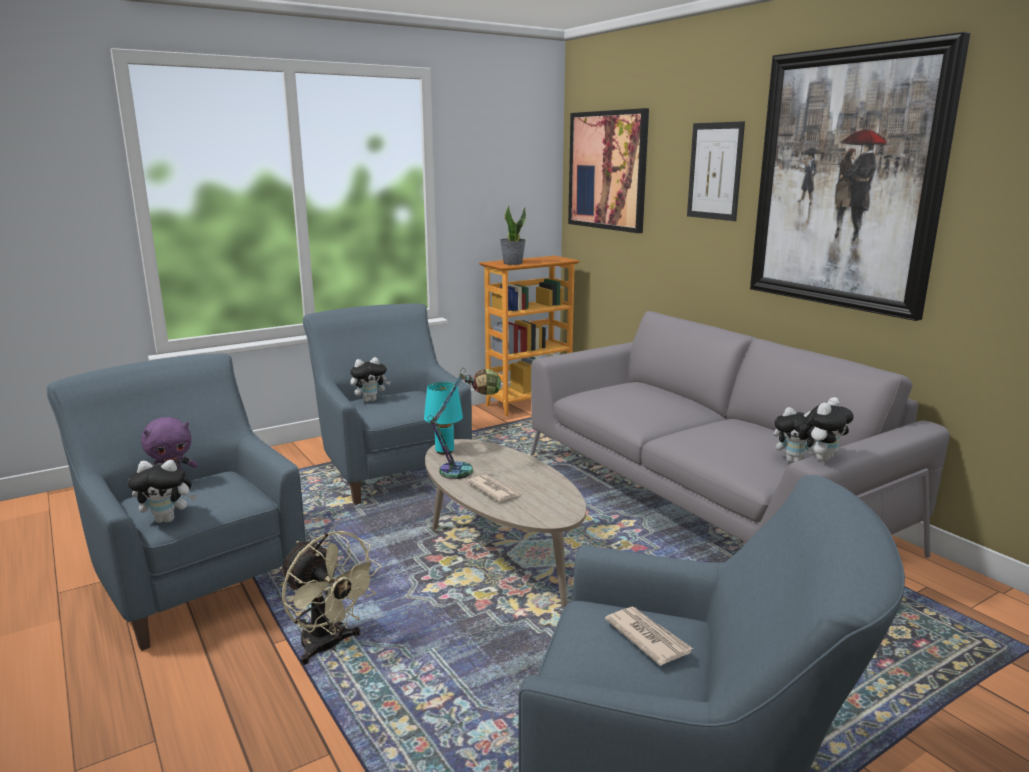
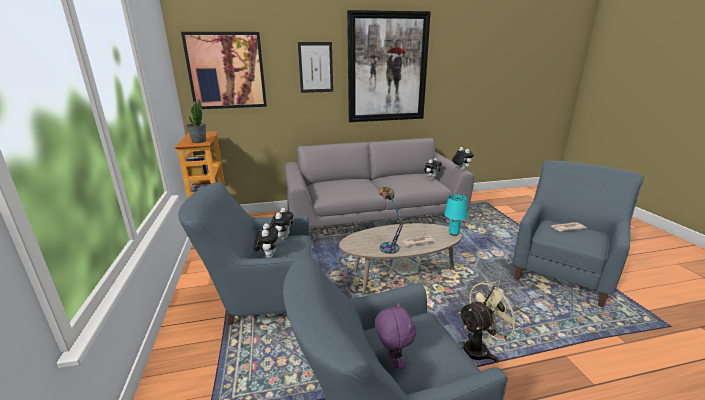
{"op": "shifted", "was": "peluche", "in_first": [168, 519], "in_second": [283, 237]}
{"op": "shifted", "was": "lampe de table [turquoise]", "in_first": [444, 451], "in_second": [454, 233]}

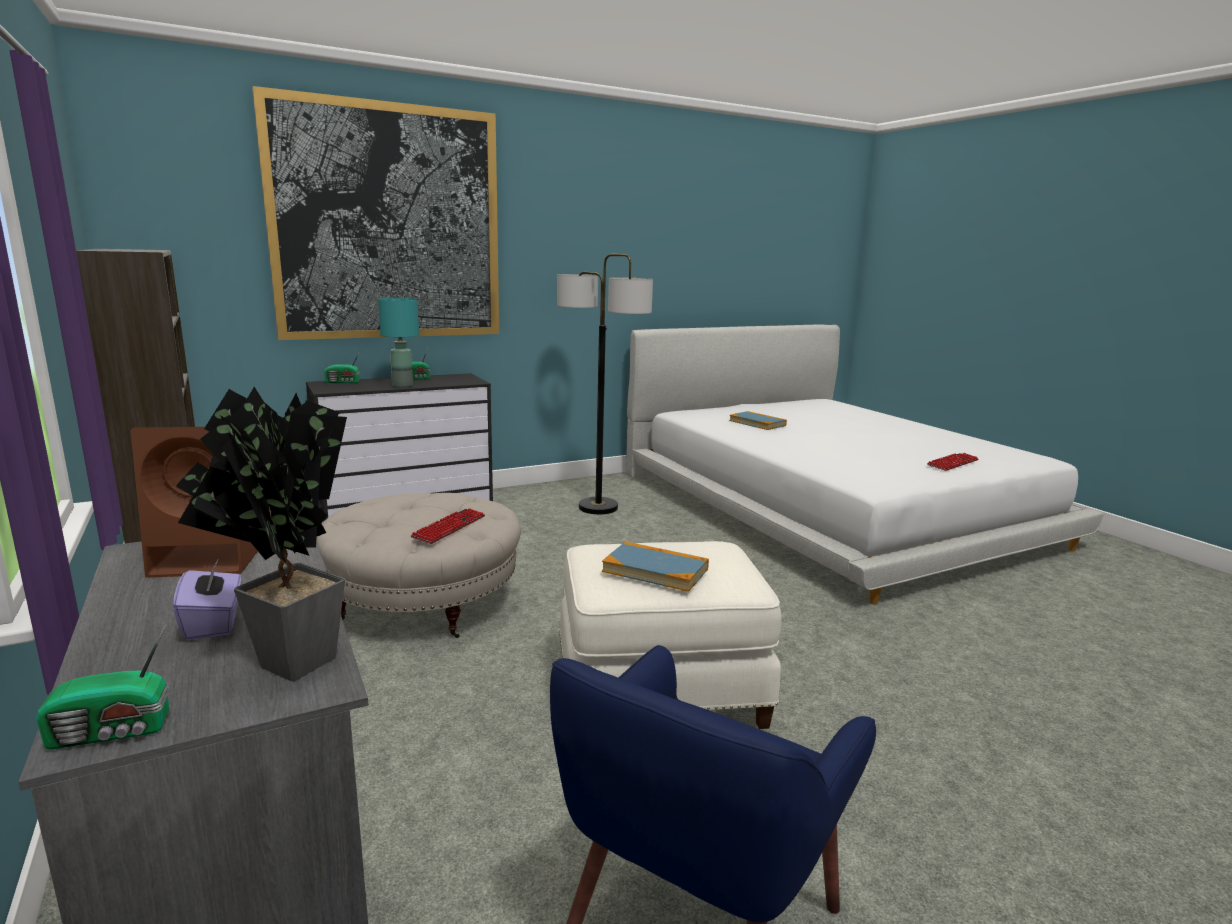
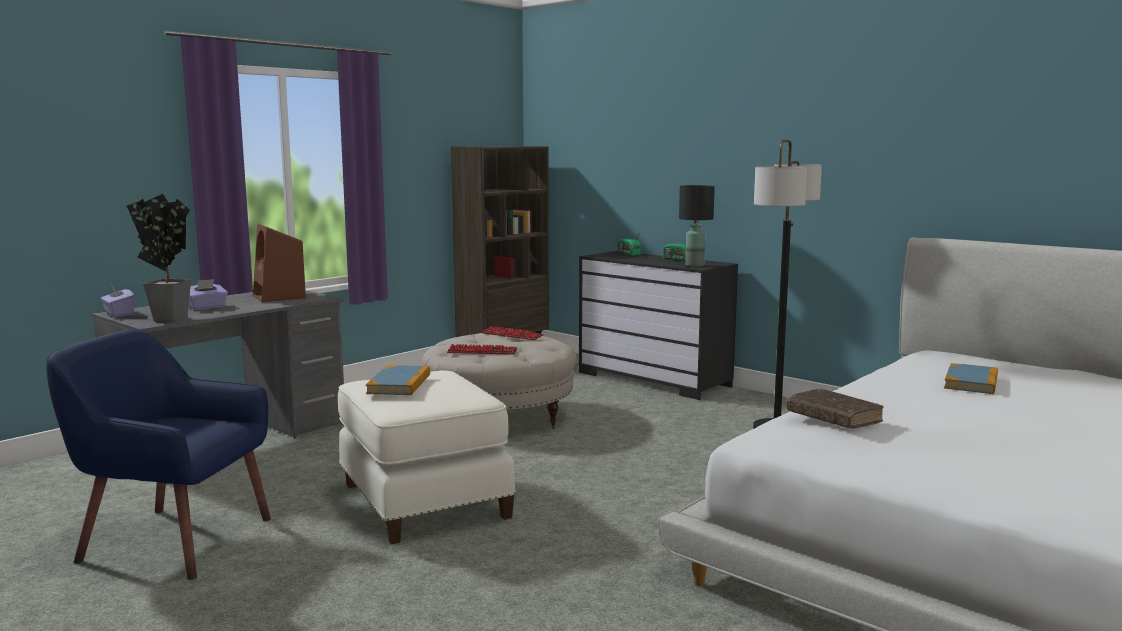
{"op": "swapped", "was": "radio", "now": "boîte à mouchoirs [violet]", "in_first": [113, 732], "in_second": [119, 313]}
{"op": "shifted", "was": "clavier", "in_first": [953, 463], "in_second": [512, 335]}
{"op": "new", "now": "lampe de table [noir]", "in_second": [695, 265]}
{"op": "new", "now": "livre [marron]", "in_second": [833, 418]}
{"op": "gone", "was": "tableau", "in_first": [387, 224]}
{"op": "gone", "was": "lampe de table [turquoise]", "in_first": [402, 386]}

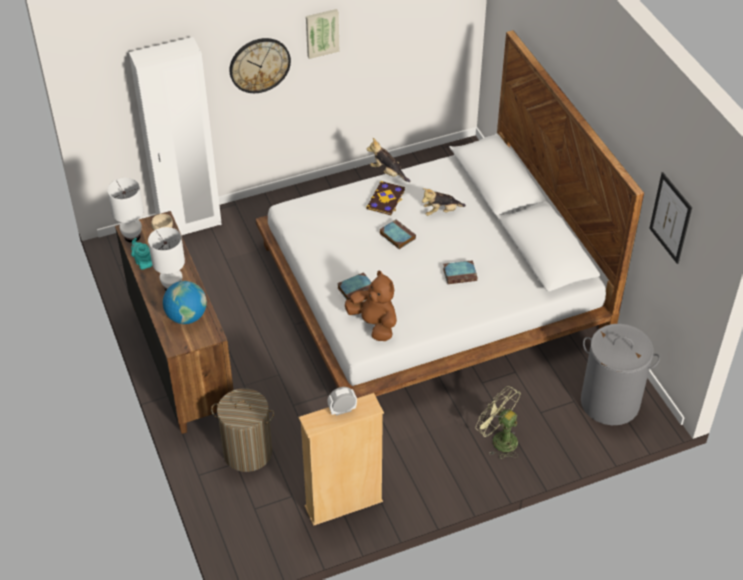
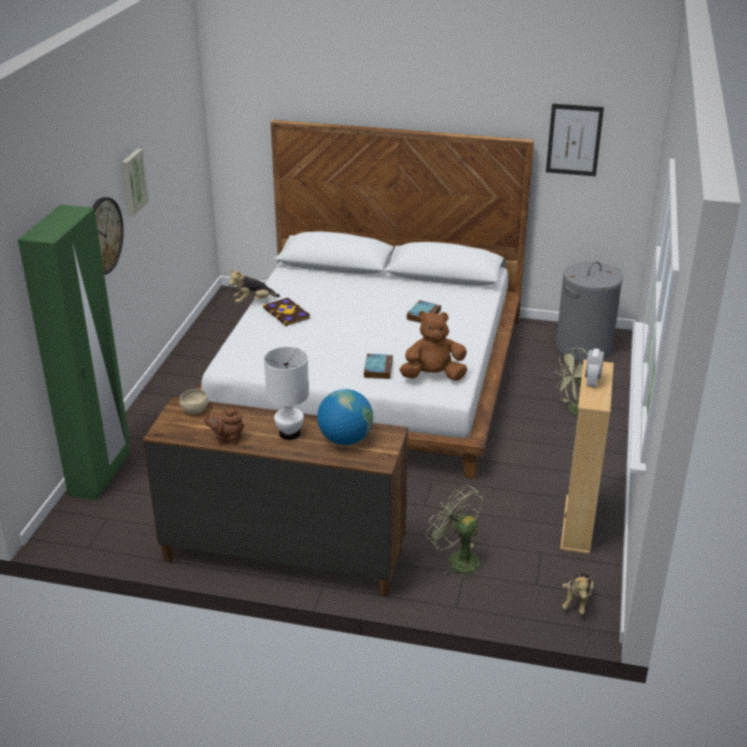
{"op": "repainted", "was": "armoire [blanc]", "now": "armoire [vert]", "in_first": [189, 225], "in_second": [100, 474]}
{"op": "repainted", "was": "théière [turquoise]", "now": "théière [marron]", "in_first": [143, 262], "in_second": [227, 439]}
{"op": "swapped", "was": "panier à linge", "now": "ventilateur [vert]", "in_first": [247, 452], "in_second": [457, 559]}
{"op": "shifted", "was": "peluche", "in_first": [441, 212], "in_second": [577, 601]}
{"op": "gone", "was": "lampe de table [blanc]", "in_first": [132, 237]}
{"op": "gone", "was": "livre", "in_first": [396, 236]}

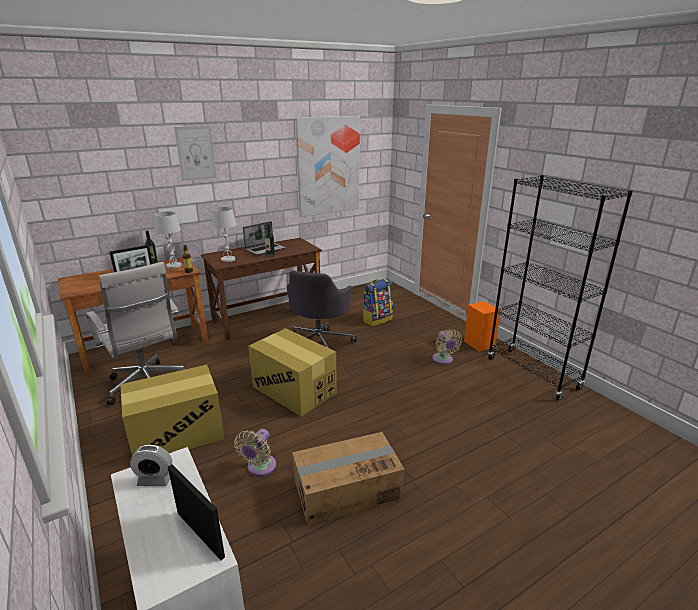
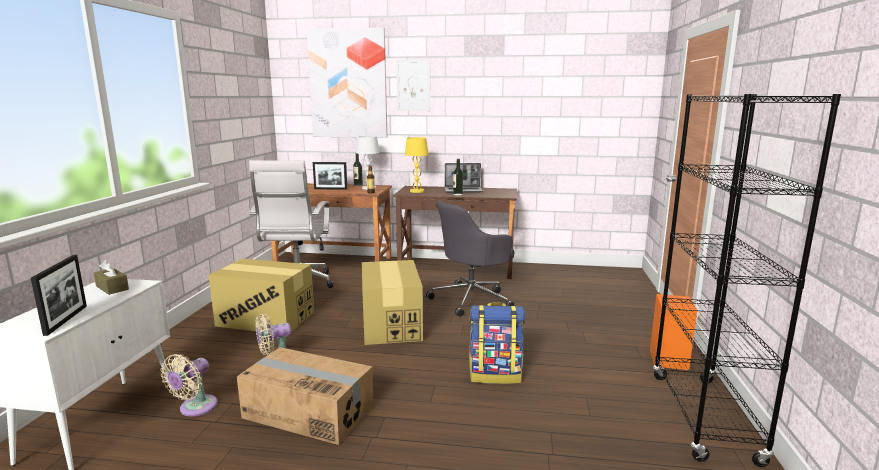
{"op": "swapped", "was": "réveil", "now": "boîte à mouchoirs [marron]", "in_first": [155, 480], "in_second": [112, 288]}
{"op": "shifted", "was": "ventilateur [beige]", "in_first": [443, 360], "in_second": [195, 408]}
{"op": "shifted", "was": "tableau", "in_first": [328, 166], "in_second": [348, 84]}
{"op": "repainted", "was": "lampe de table [blanc]", "now": "lampe de table [jaune]", "in_first": [228, 259], "in_second": [417, 191]}
{"op": "shifted", "was": "sac à dos", "in_first": [377, 319], "in_second": [495, 375]}

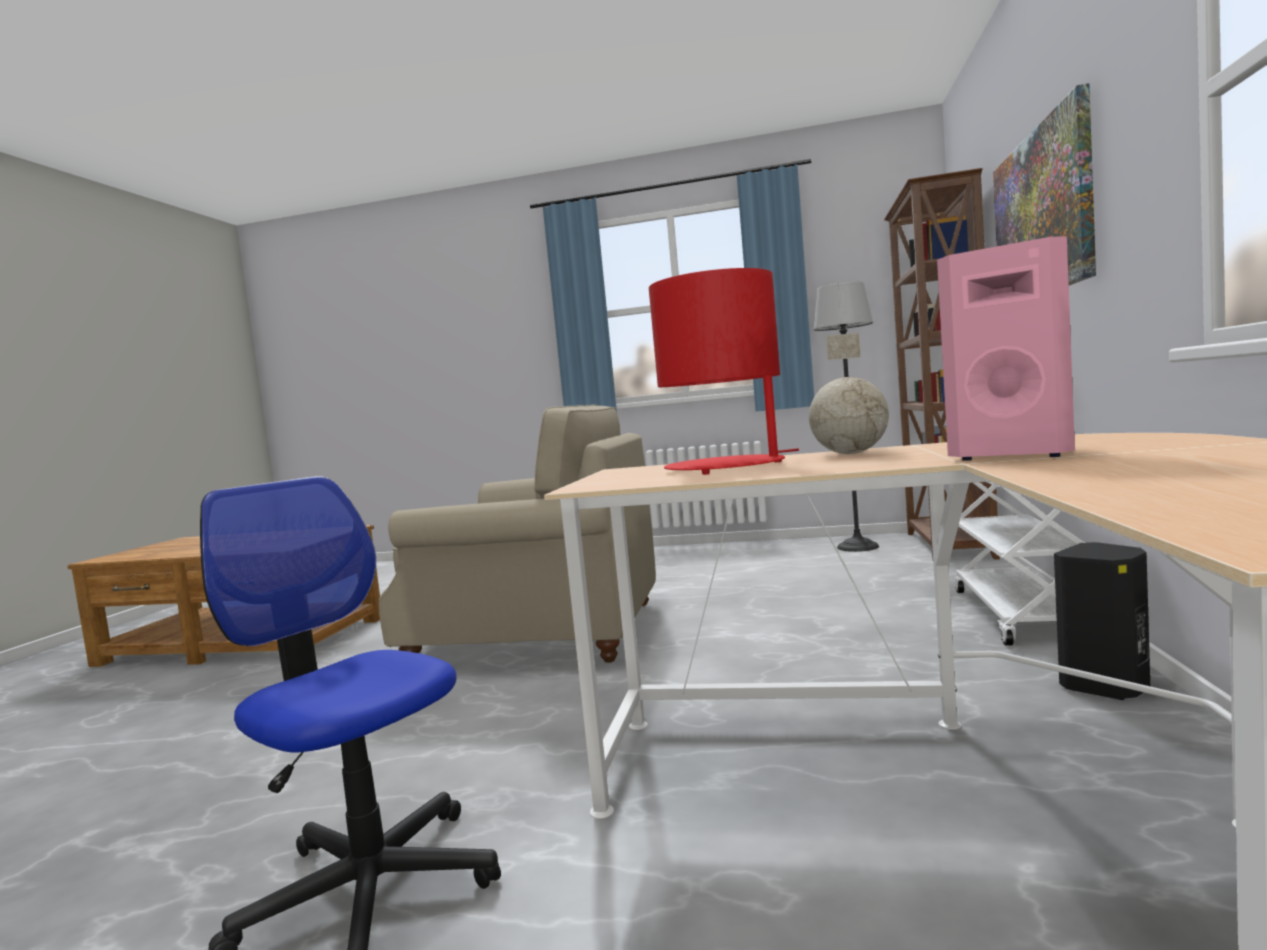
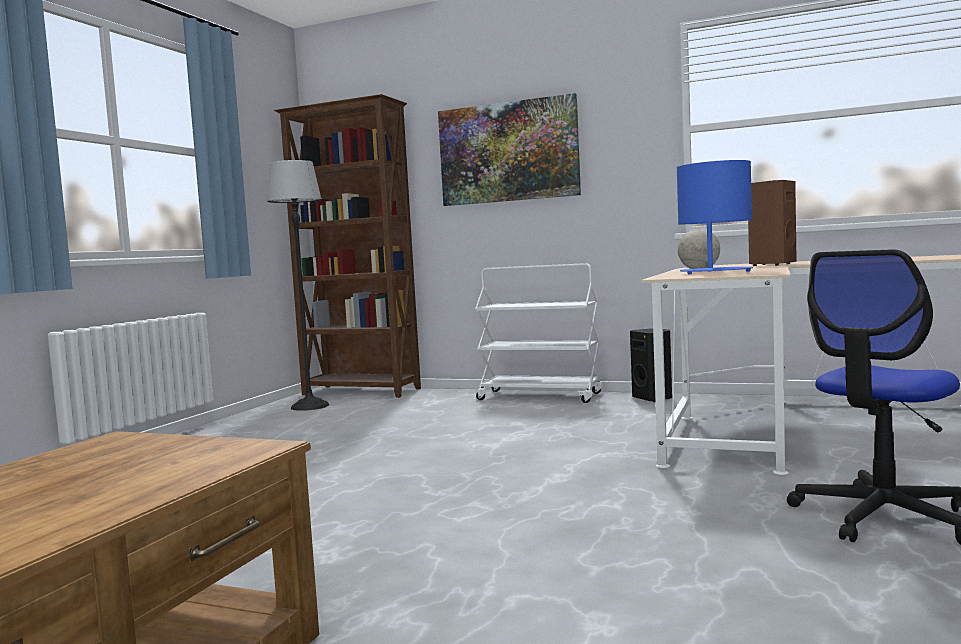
{"op": "repainted", "was": "lampe de table [rouge]", "now": "lampe de table [bleu]", "in_first": [726, 467], "in_second": [715, 272]}
{"op": "repainted", "was": "enceinte [rose]", "now": "enceinte [marron]", "in_first": [1011, 455], "in_second": [771, 265]}
{"op": "gone", "was": "fauteuil [beige]", "in_first": [539, 633]}

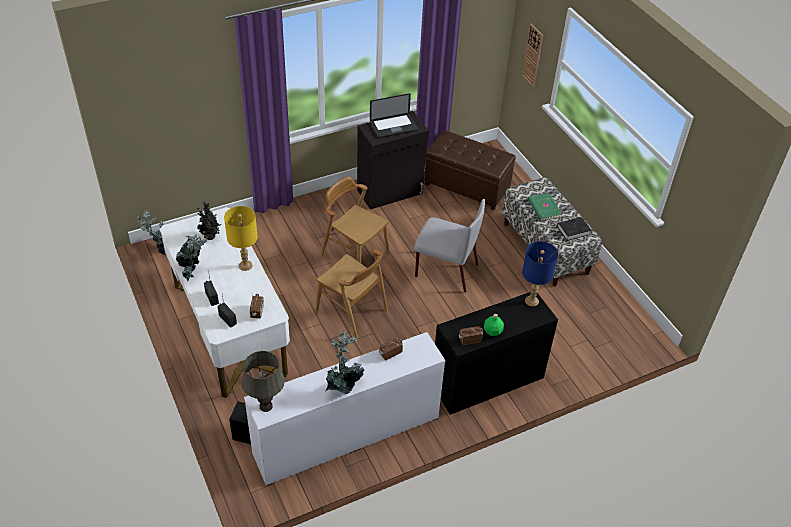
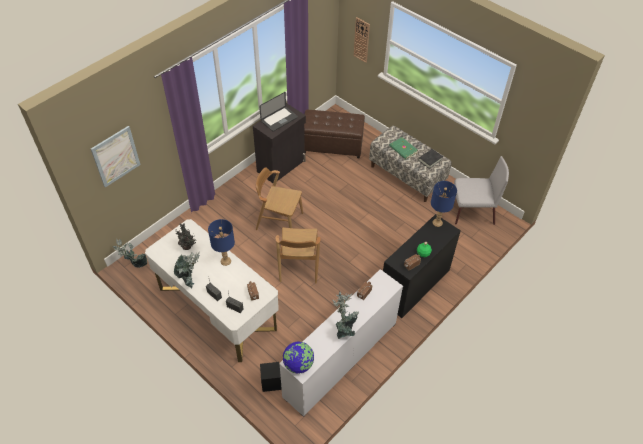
{"op": "new", "now": "tableau", "in_second": [116, 156]}
{"op": "repainted", "was": "lampe de table [jaune]", "now": "lampe de table [bleu]", "in_first": [245, 265], "in_second": [225, 261]}
{"op": "rotated", "was": "chaise [marron]", "in_first": [351, 312], "in_second": [299, 266], "clockwise": 75}
{"op": "swapped", "was": "lampe de table [gris]", "now": "globe", "in_first": [266, 406], "in_second": [298, 364]}
{"op": "shifted", "was": "chaise [gris]", "in_first": [445, 270], "in_second": [471, 213]}

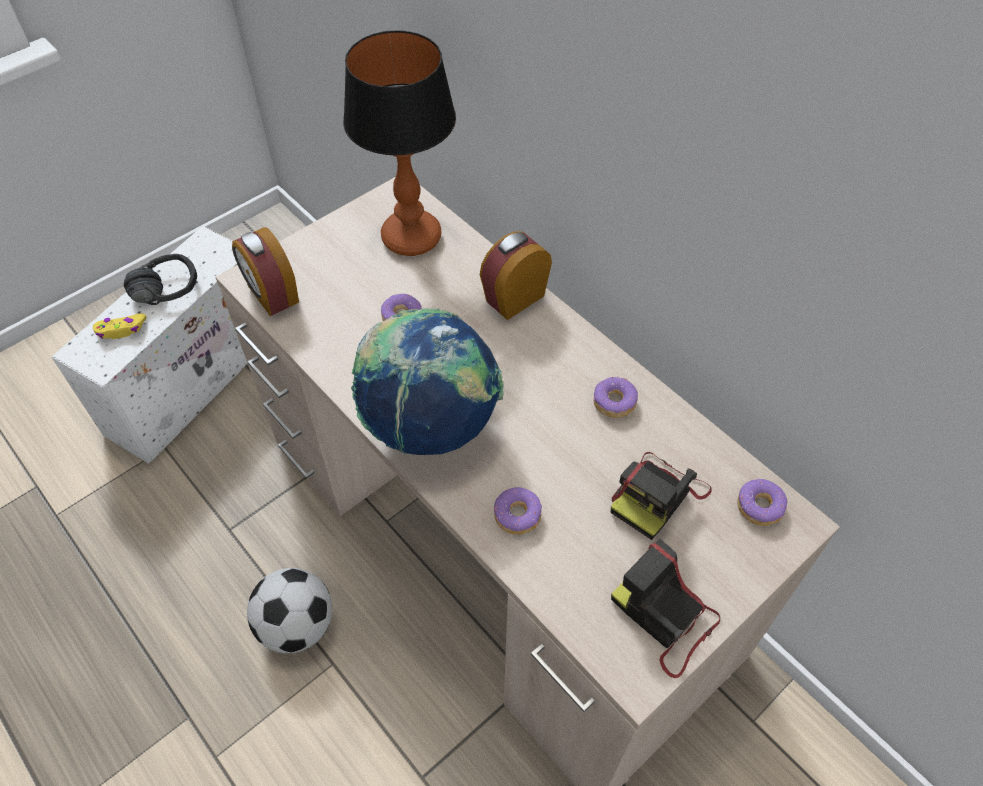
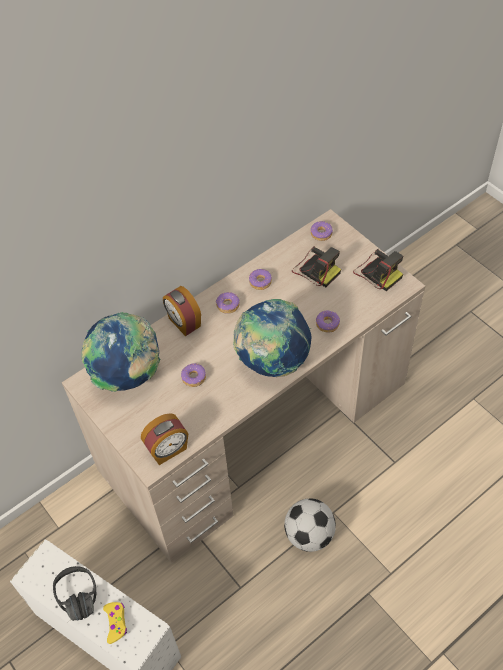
{"op": "swapped", "was": "lampe de table", "now": "globe", "in_first": [411, 238], "in_second": [127, 375]}
{"op": "new", "now": "beignet", "in_second": [227, 305]}
{"op": "rotated", "was": "appareil photo", "in_first": [665, 617], "in_second": [377, 272], "clockwise": -90}

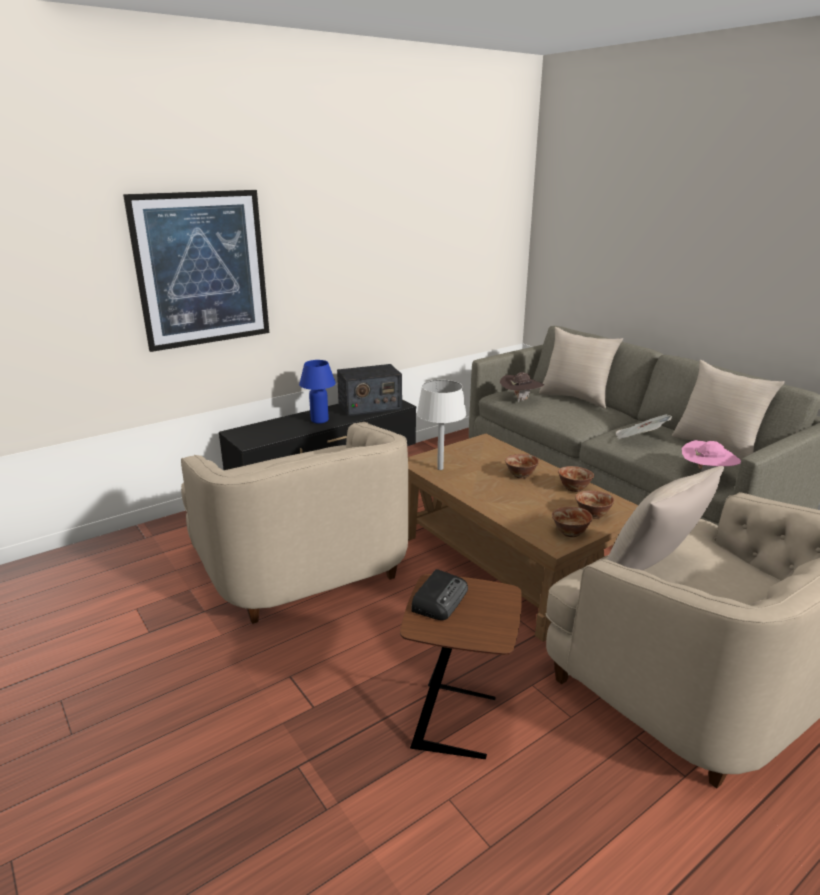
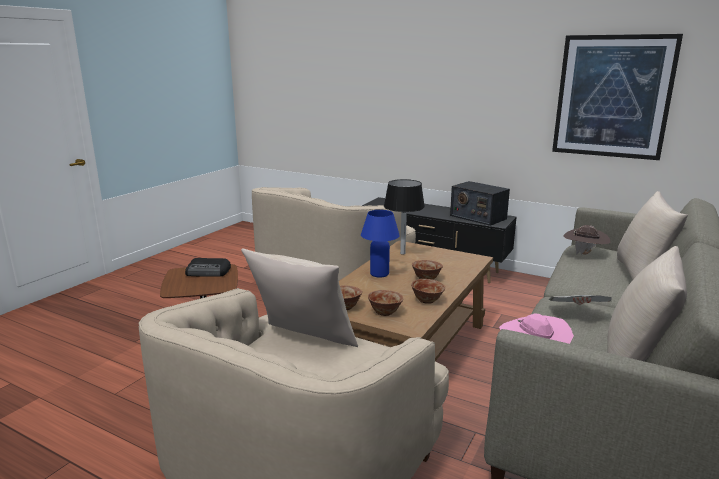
{"op": "shifted", "was": "lampe de table [bleu]", "in_first": [319, 420], "in_second": [379, 274]}
{"op": "repainted", "was": "lampe de table [blanc]", "now": "lampe de table [noir]", "in_first": [440, 468], "in_second": [402, 253]}
{"op": "shifted", "was": "tableau", "in_first": [202, 269], "in_second": [612, 97]}

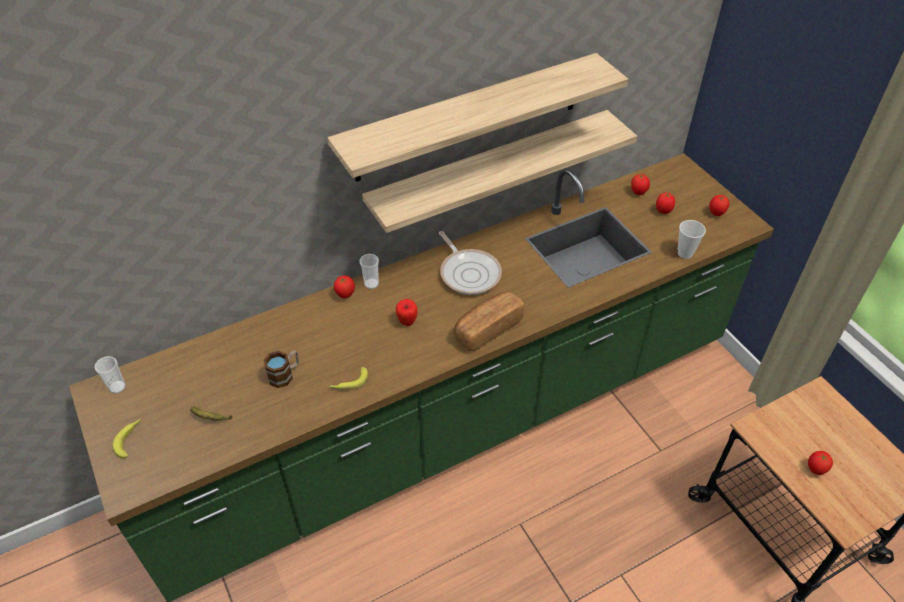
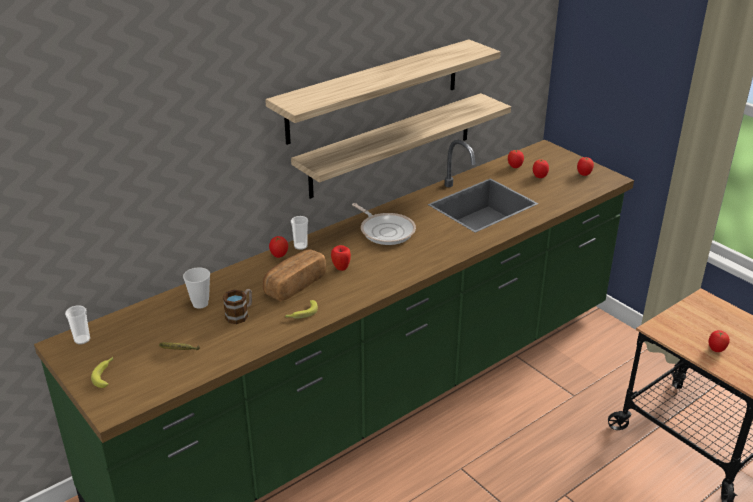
{"op": "shifted", "was": "tasse", "in_first": [685, 253], "in_second": [200, 303]}
{"op": "shifted", "was": "pain", "in_first": [487, 329], "in_second": [294, 285]}

